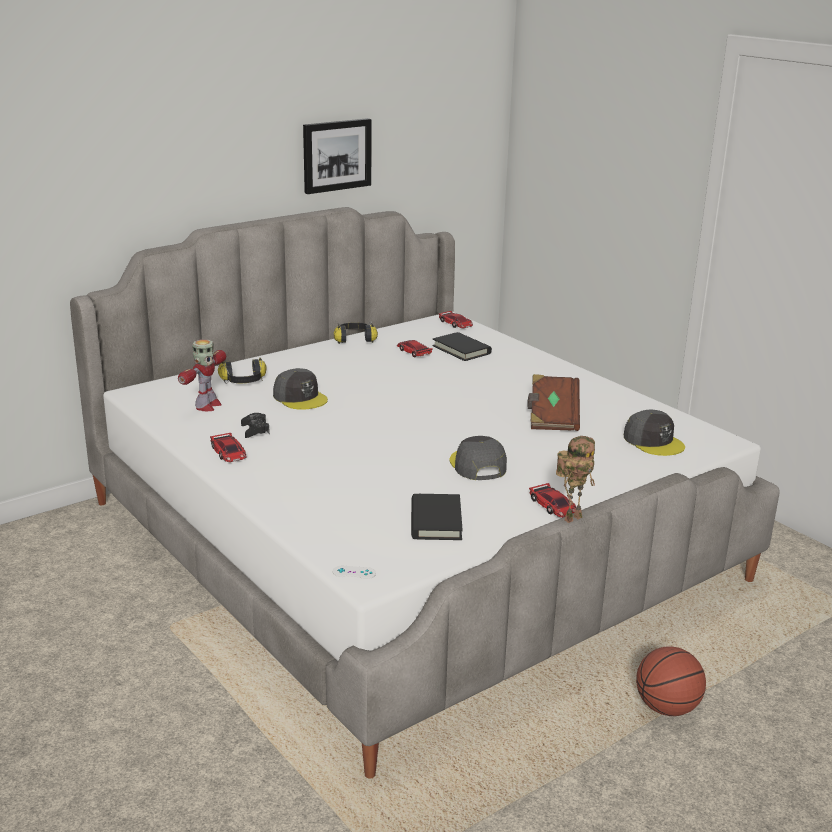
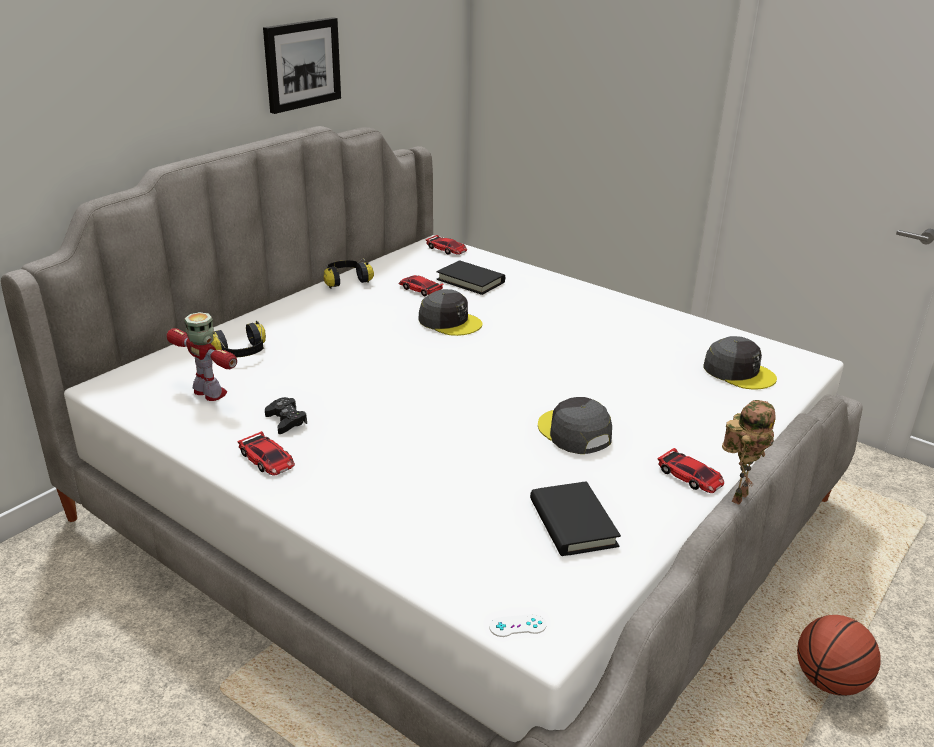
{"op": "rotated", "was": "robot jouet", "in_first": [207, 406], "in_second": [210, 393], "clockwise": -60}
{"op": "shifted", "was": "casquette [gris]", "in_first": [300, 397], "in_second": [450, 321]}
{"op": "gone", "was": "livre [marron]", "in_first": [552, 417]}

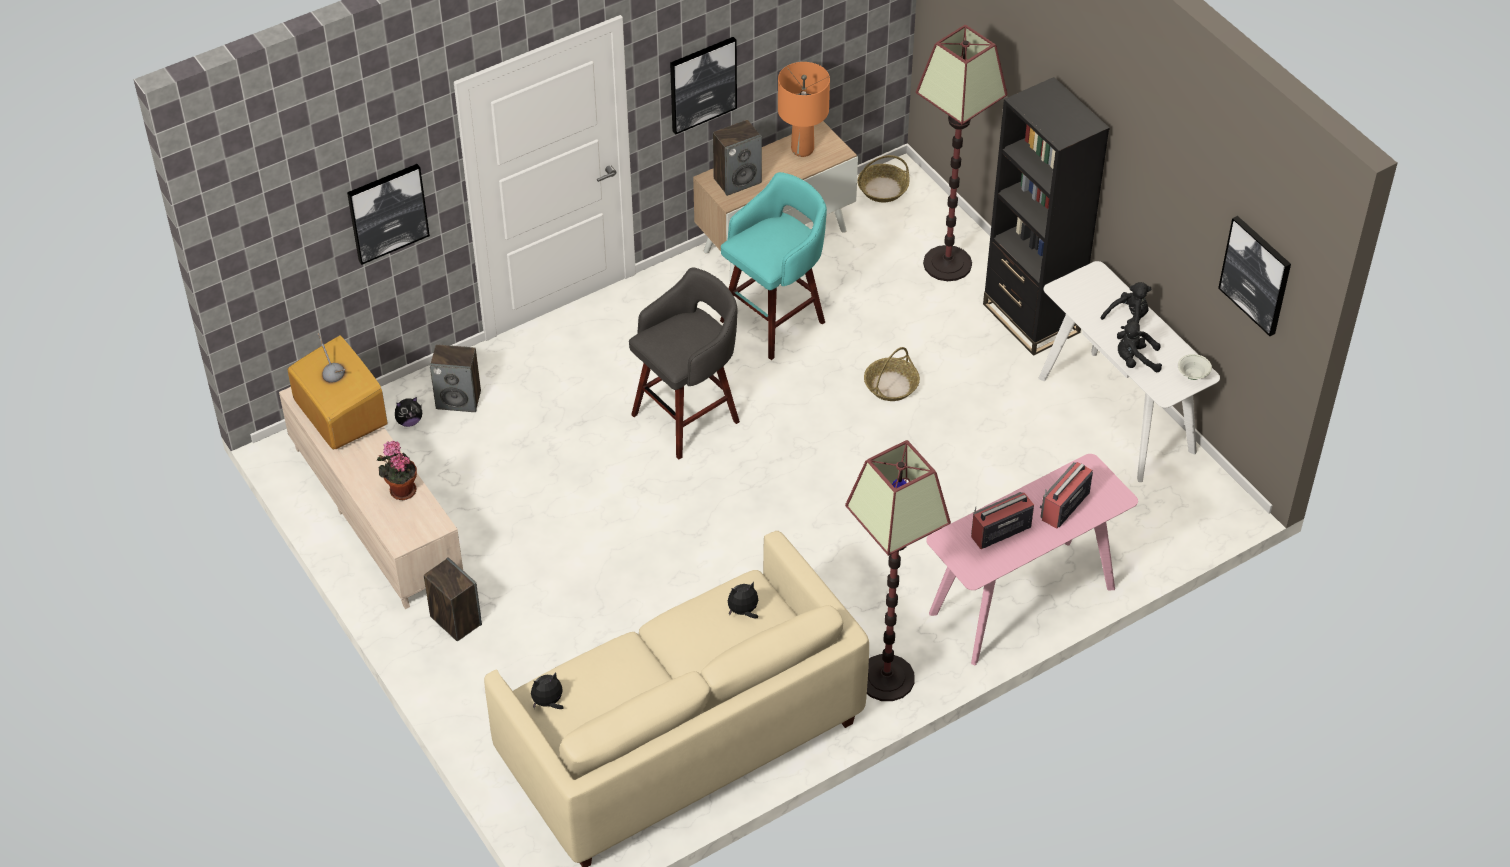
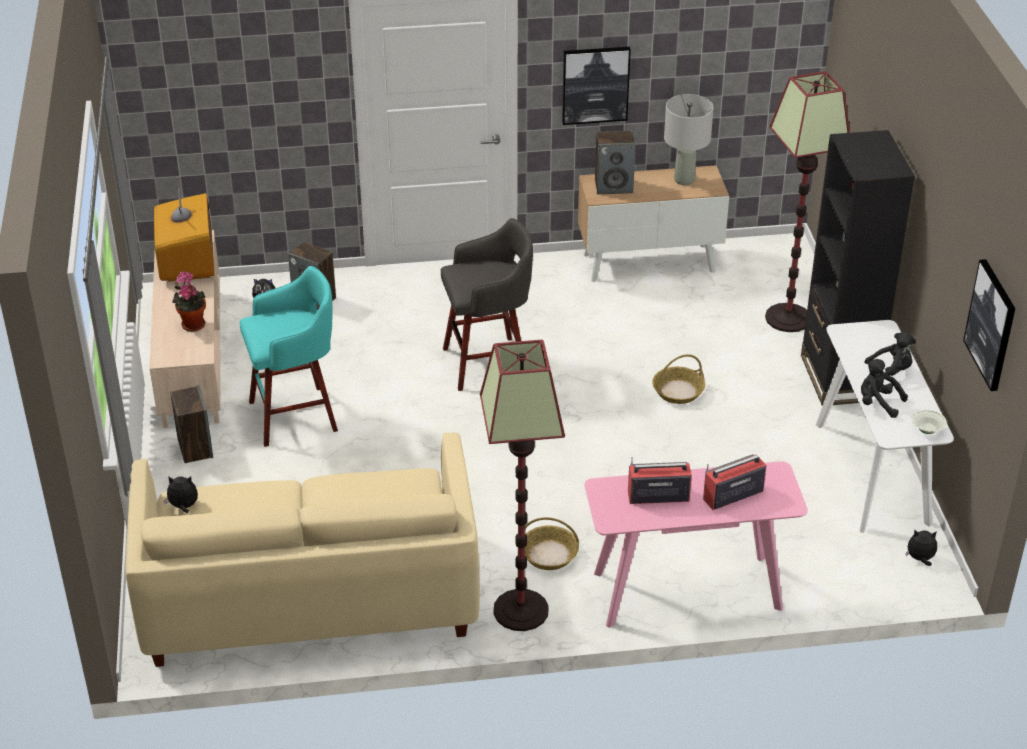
{"op": "shifted", "was": "tabouret [turquoise]", "in_first": [775, 320], "in_second": [296, 415]}
{"op": "shifted", "was": "panier", "in_first": [883, 189], "in_second": [549, 554]}
{"op": "repainted", "was": "lampe de table [orange]", "now": "lampe de table [gris]", "in_first": [802, 149], "in_second": [684, 179]}
{"op": "shifted", "was": "peluche", "in_first": [743, 611], "in_second": [920, 559]}
{"op": "gone", "was": "tableau", "in_first": [387, 212]}

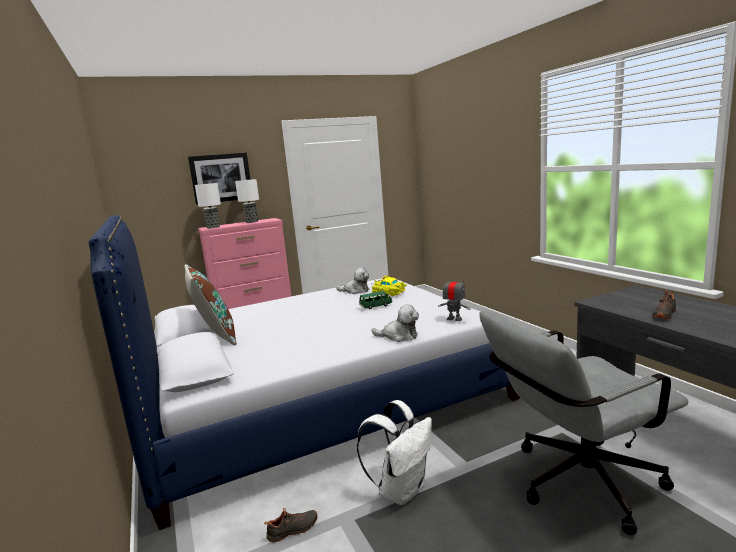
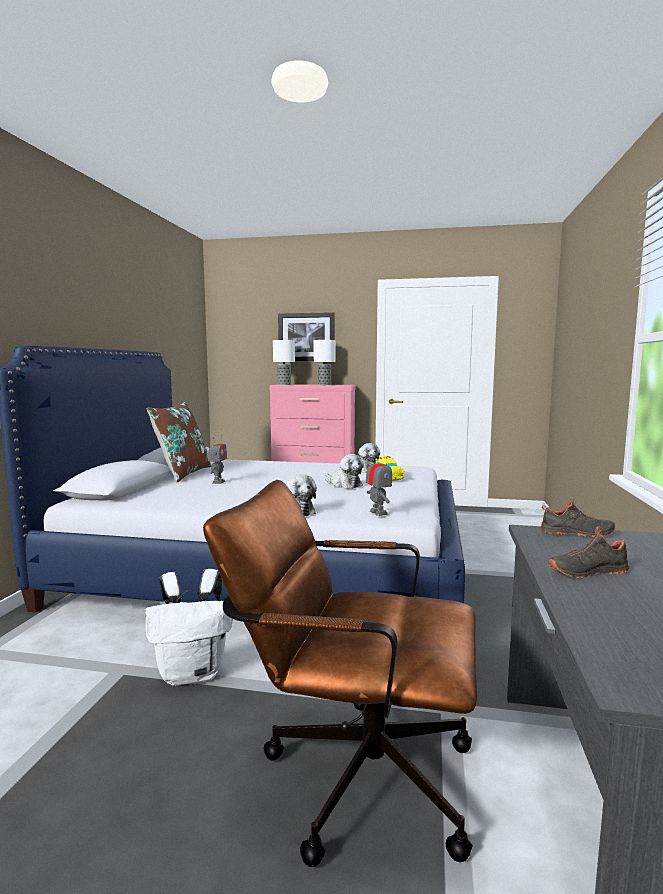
{"op": "repainted", "was": "chaise de bureau [gris]", "now": "chaise de bureau [marron]", "in_first": [575, 484], "in_second": [351, 772]}
{"op": "new", "now": "robot jouet", "in_second": [218, 482]}
{"op": "swapped", "was": "petite voiture [vert]", "now": "peluche", "in_first": [376, 306], "in_second": [344, 484]}
{"op": "shifted", "was": "chaussure [noir]", "in_first": [293, 530], "in_second": [577, 534]}

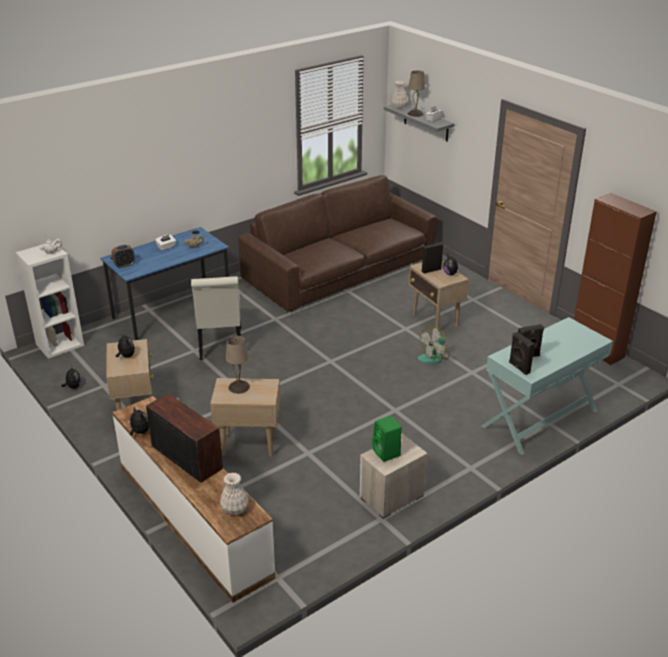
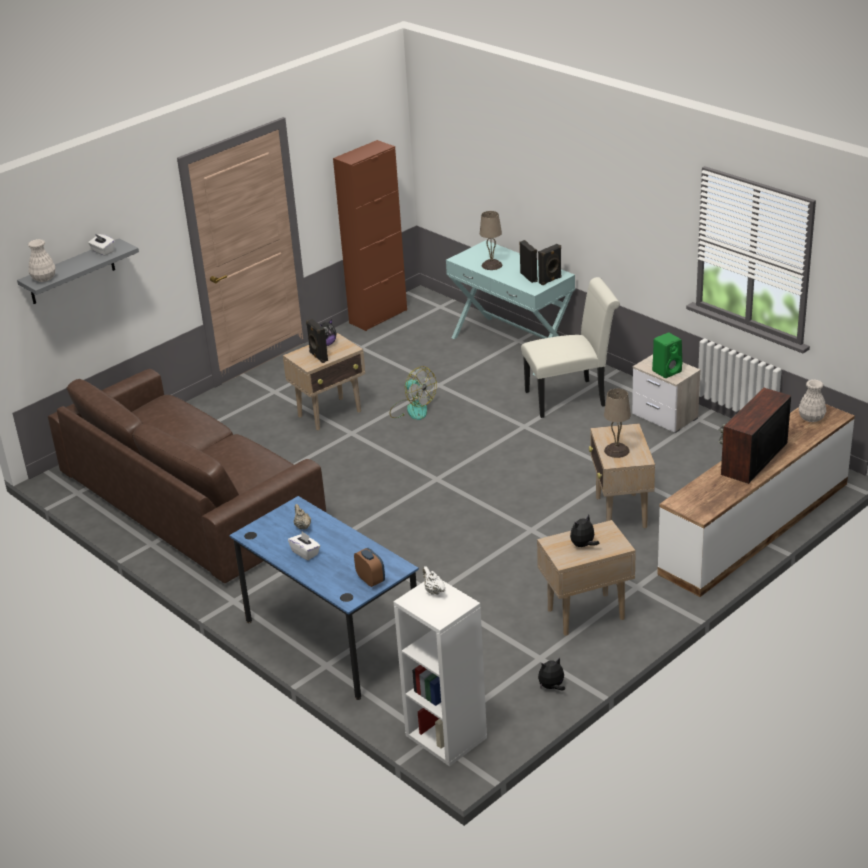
{"op": "shifted", "was": "lampe de table [beige]", "in_first": [415, 114], "in_second": [492, 265]}
{"op": "shifted", "was": "chaise [blanc]", "in_first": [220, 346], "in_second": [571, 398]}
{"op": "gone", "was": "peluche", "in_first": [139, 432]}

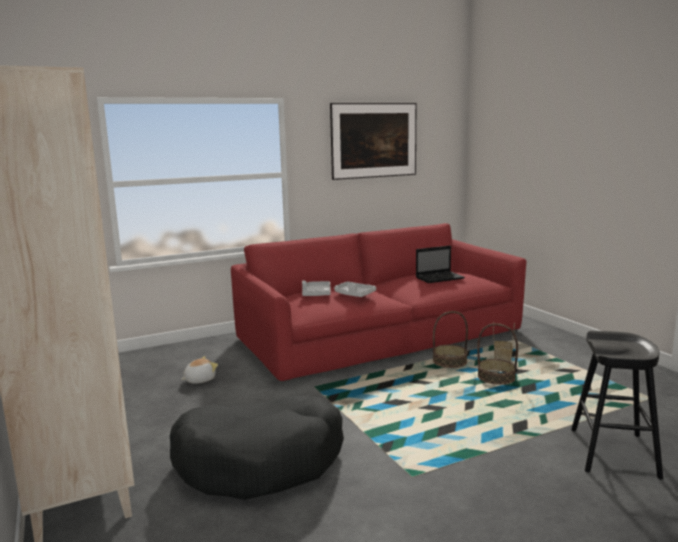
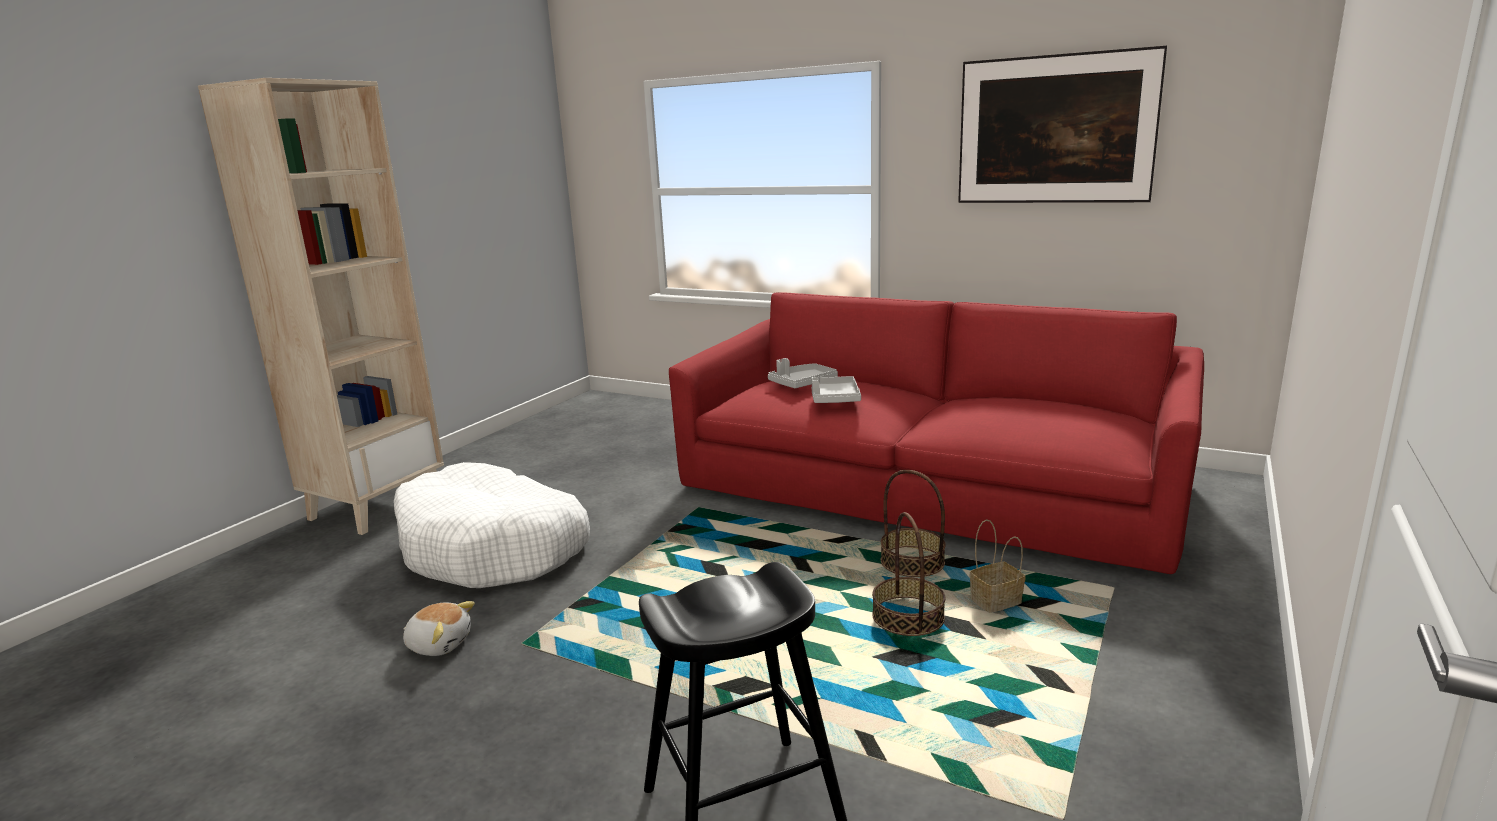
{"op": "repainted", "was": "panier pour chien [noir]", "now": "panier pour chien [blanc]", "in_first": [260, 461], "in_second": [493, 548]}
{"op": "shifted", "was": "peluche", "in_first": [199, 380], "in_second": [439, 643]}
{"op": "gone", "was": "ordinateur portable", "in_first": [440, 278]}

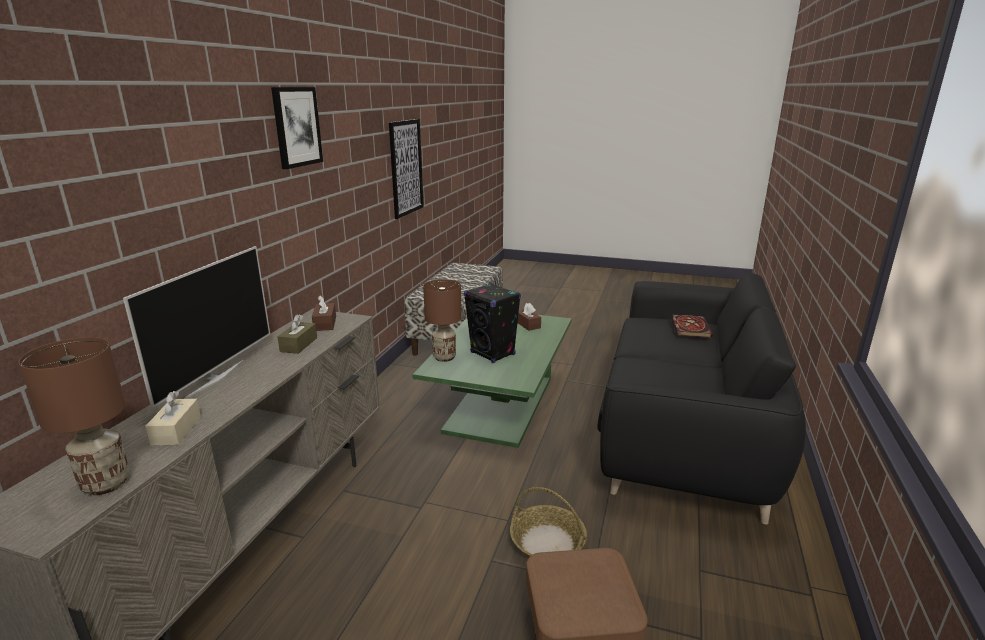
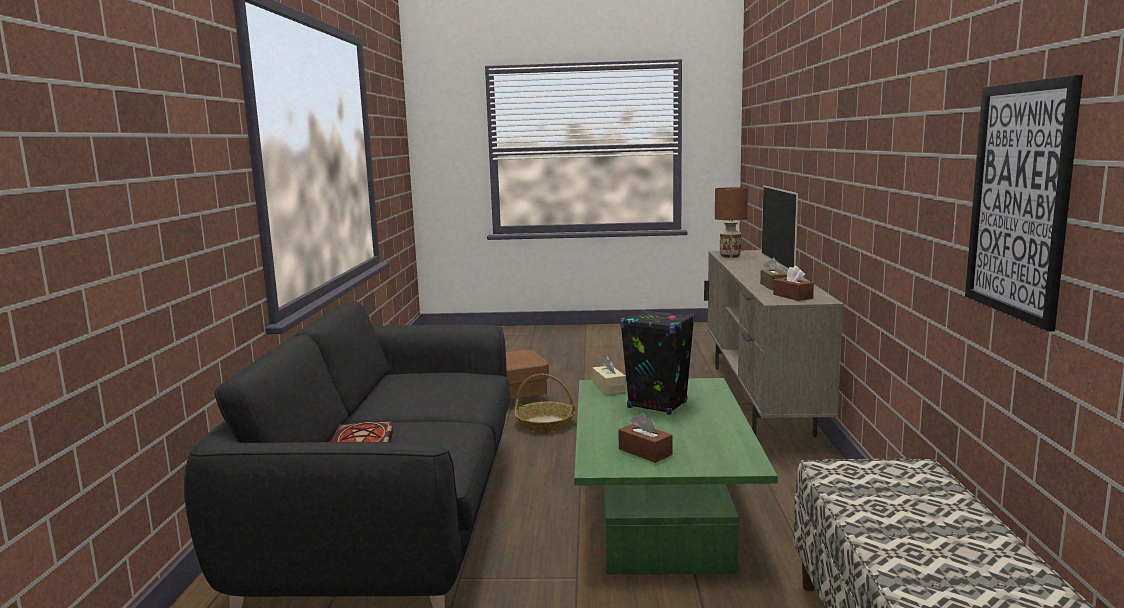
{"op": "shifted", "was": "boîte à mouchoirs [beige]", "in_first": [176, 430], "in_second": [609, 387]}
{"op": "gone", "was": "tableau", "in_first": [296, 127]}
{"op": "gone", "was": "lampe de table [marron]", "in_first": [444, 357]}

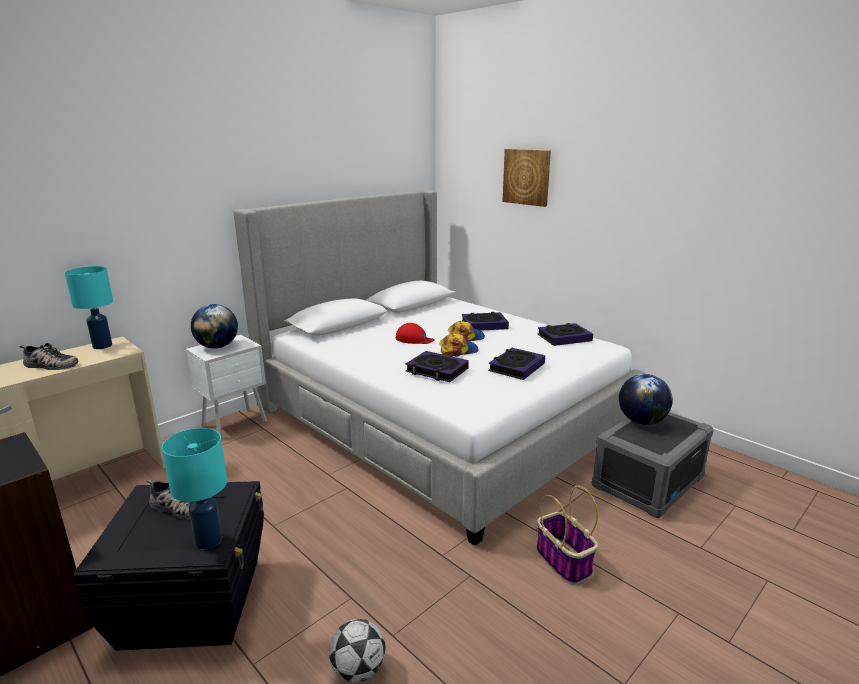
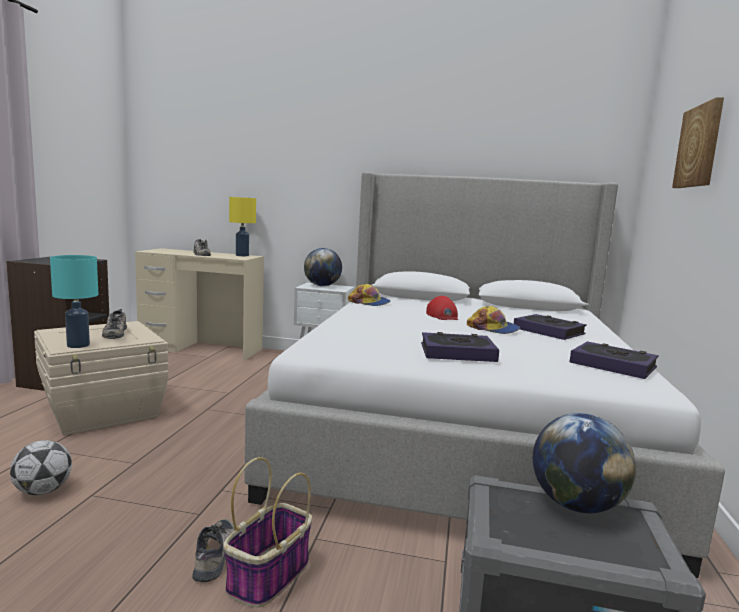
{"op": "repainted", "was": "boîte de rangement [noir]", "now": "boîte de rangement [beige]", "in_first": [194, 601], "in_second": [104, 411]}
{"op": "new", "now": "chaussure", "in_second": [217, 556]}
{"op": "repainted", "was": "lampe de table [turquoise]", "now": "lampe de table [jaune]", "in_first": [102, 346], "in_second": [241, 255]}
{"op": "shifted", "was": "casquette", "in_first": [458, 350], "in_second": [369, 302]}
{"op": "gone", "was": "livre", "in_first": [437, 370]}

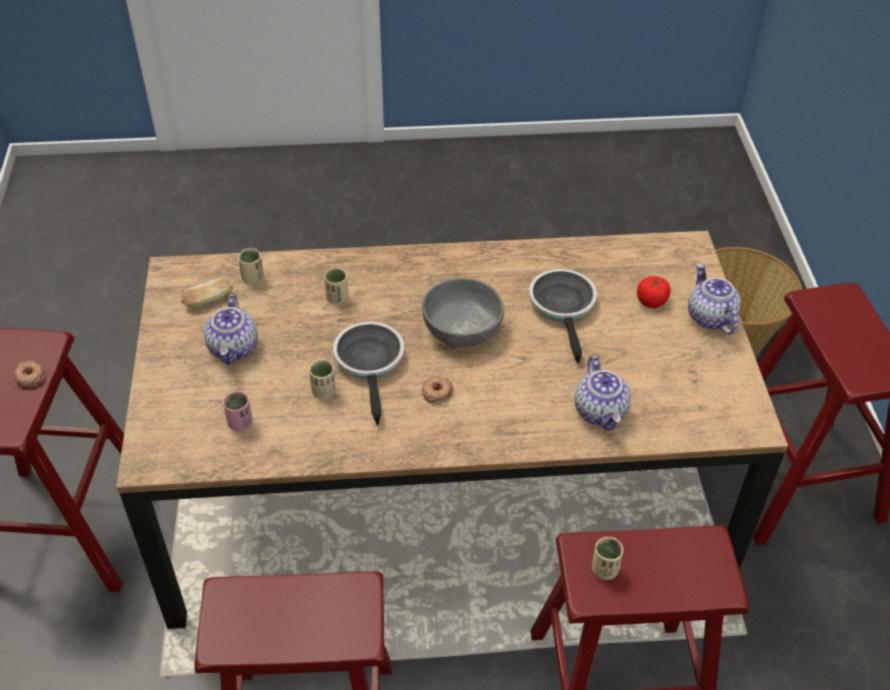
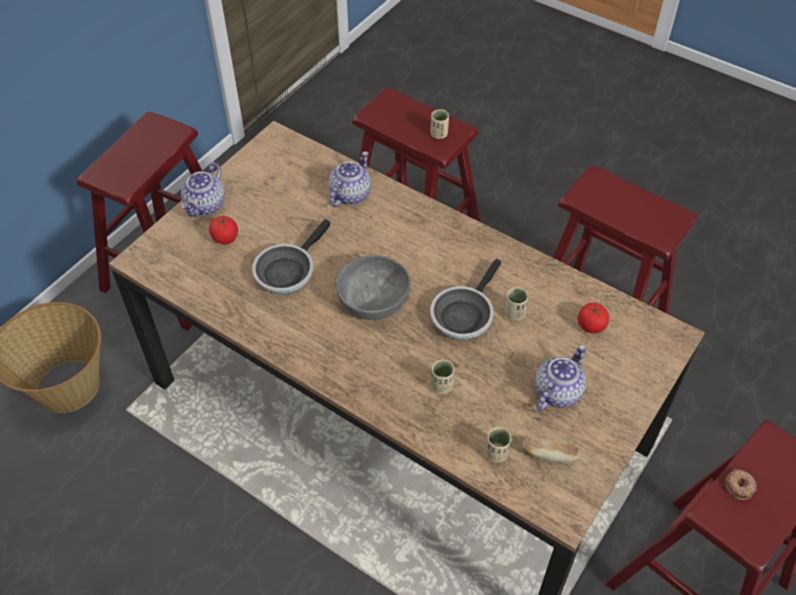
{"op": "swapped", "was": "tasse [rose]", "now": "tomate", "in_first": [240, 423], "in_second": [591, 325]}
{"op": "gone", "was": "beignet", "in_first": [437, 392]}

